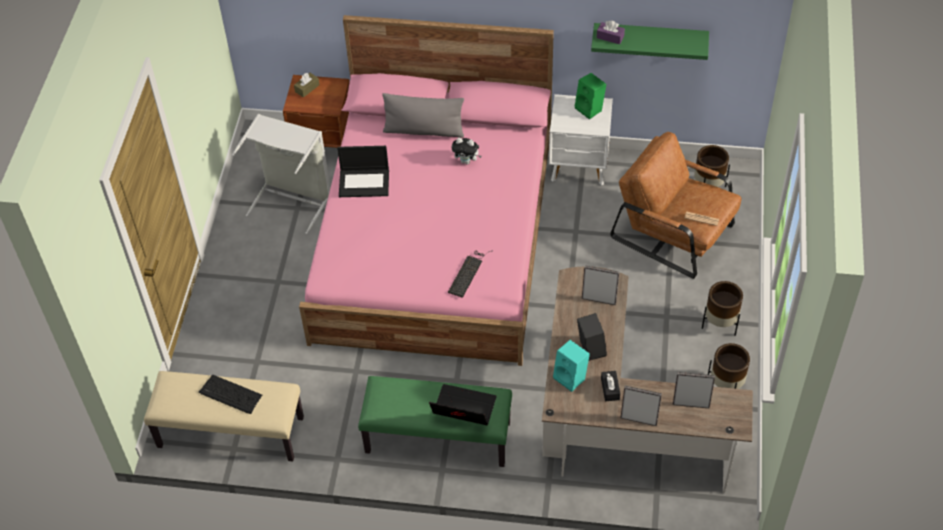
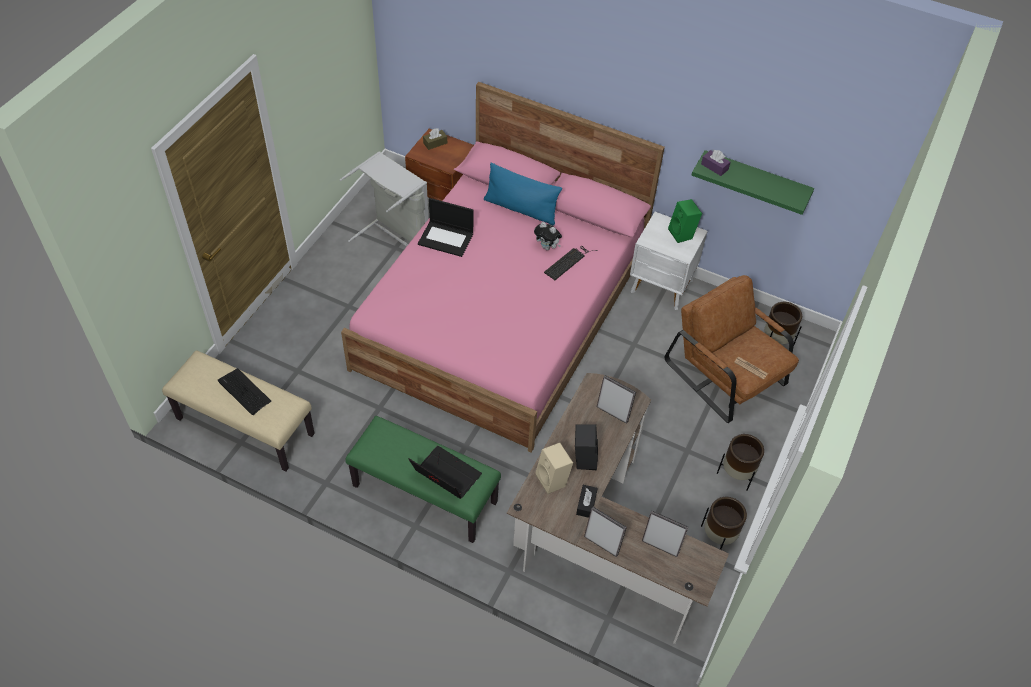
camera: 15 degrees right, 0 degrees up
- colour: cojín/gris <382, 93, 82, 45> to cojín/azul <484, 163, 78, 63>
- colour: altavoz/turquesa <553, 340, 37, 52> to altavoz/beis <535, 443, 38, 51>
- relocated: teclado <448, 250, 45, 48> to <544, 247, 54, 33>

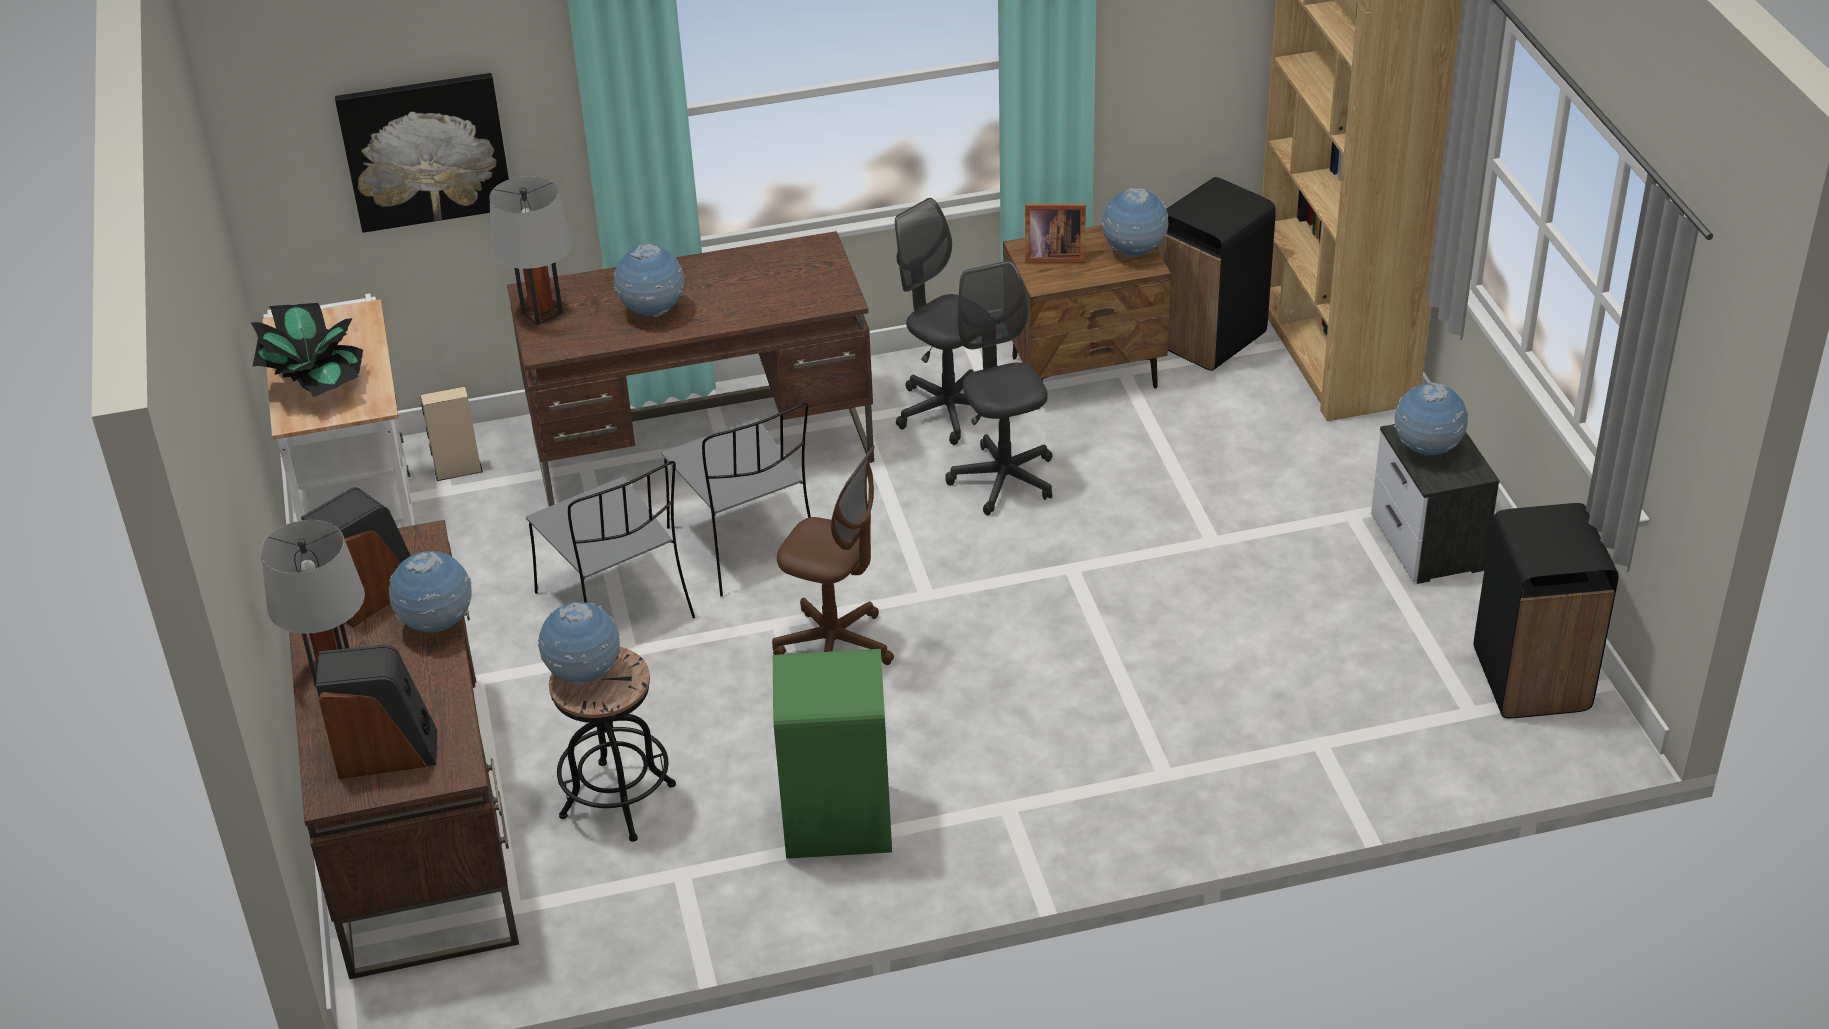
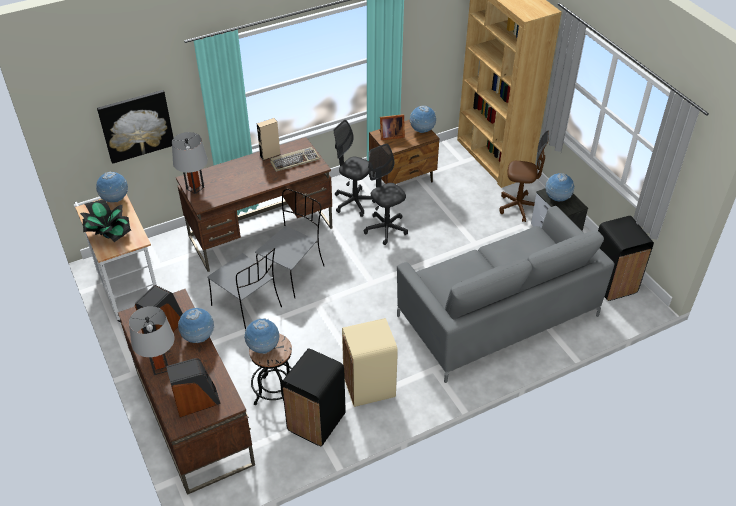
camera: 15 degrees left, 5 degrees up
- relocated: globo terráqueo <614, 244, 70, 73> to <96, 172, 32, 30>
- spun: silla/gris <661, 402, 150, 195> = <255, 189, 69, 109> 105 degrees counterclockwise
- relocated: altavoz/beis <420, 387, 63, 94> to <257, 118, 24, 42>
- appeared: teclado <270, 147, 50, 25>
- relocated: papelera/negro <1156, 177, 120, 194> to <282, 348, 64, 98>
- colour: papelera/verde <773, 649, 119, 210> to papelera/beis <342, 318, 56, 89>
- appeared: sofá/gris <397, 206, 218, 177>
- relocated: silla de oficina/marrón <772, 446, 122, 219> to <499, 130, 50, 92>

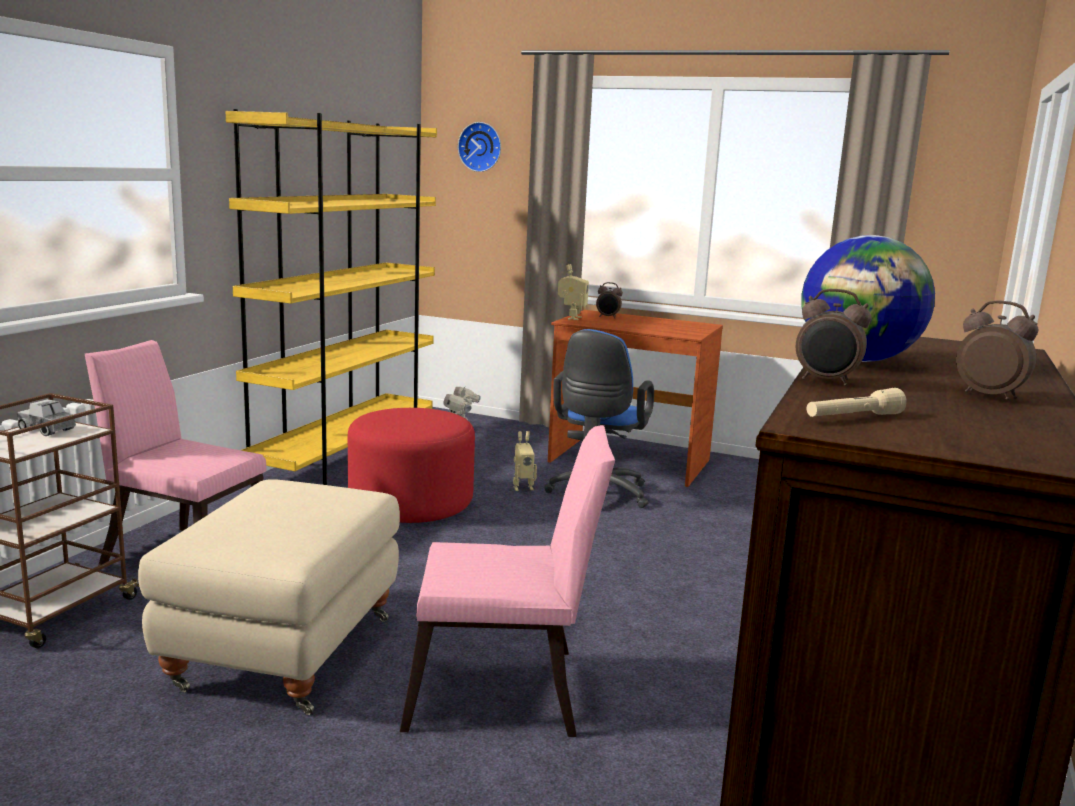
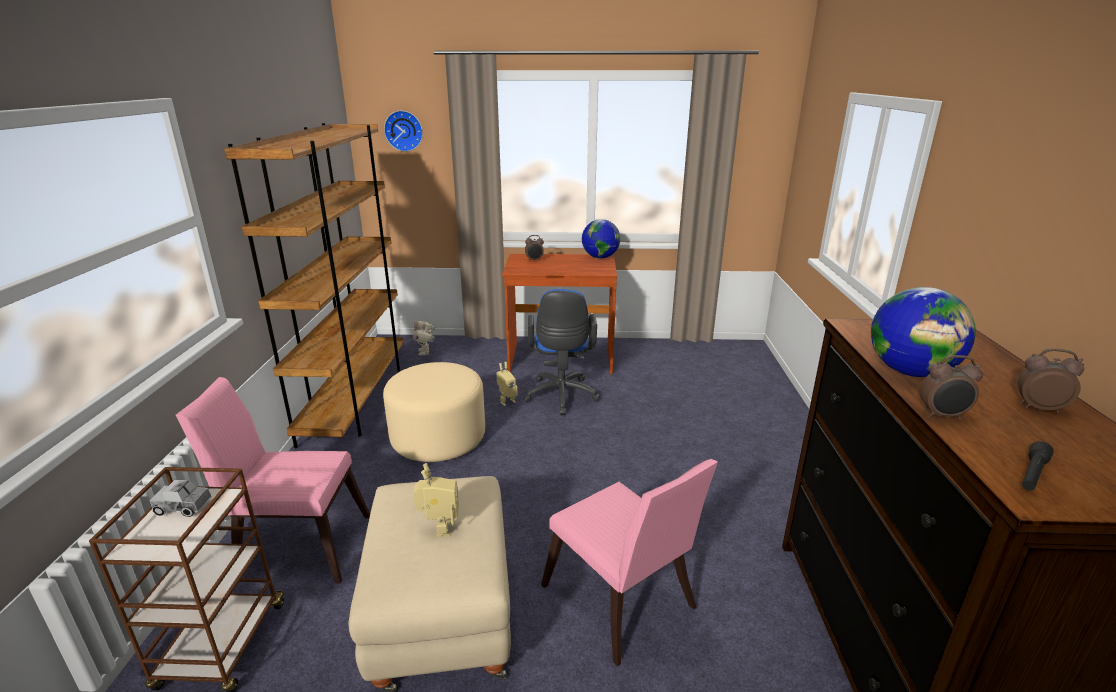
camera: 20 degrees left, 10 degrees up
- colour: estantería/amarillo <226, 109, 211, 376> to estantería/marrón <224, 123, 179, 325>
- colour: puf/rojo <348, 408, 127, 115> to puf/beis <383, 362, 102, 100>
- relocated: robot de juguete <558, 264, 31, 56> to <413, 463, 46, 75>
- spun: silla/rosa <400, 425, 215, 312> = <541, 459, 177, 207> 75 degrees clockwise
- appeared: globo terráqueo <582, 219, 38, 39>
- colour: linterna/beis <807, 388, 100, 29> to linterna/negro <1022, 441, 32, 50>

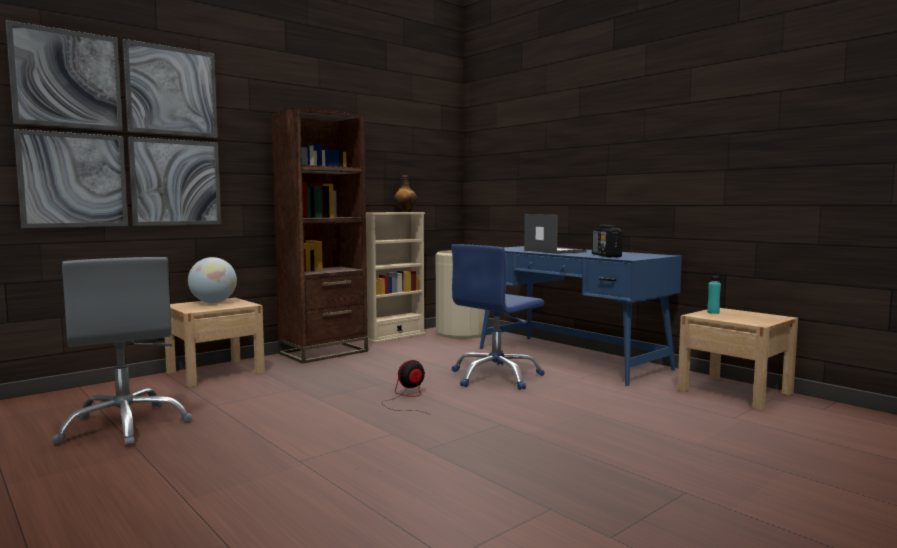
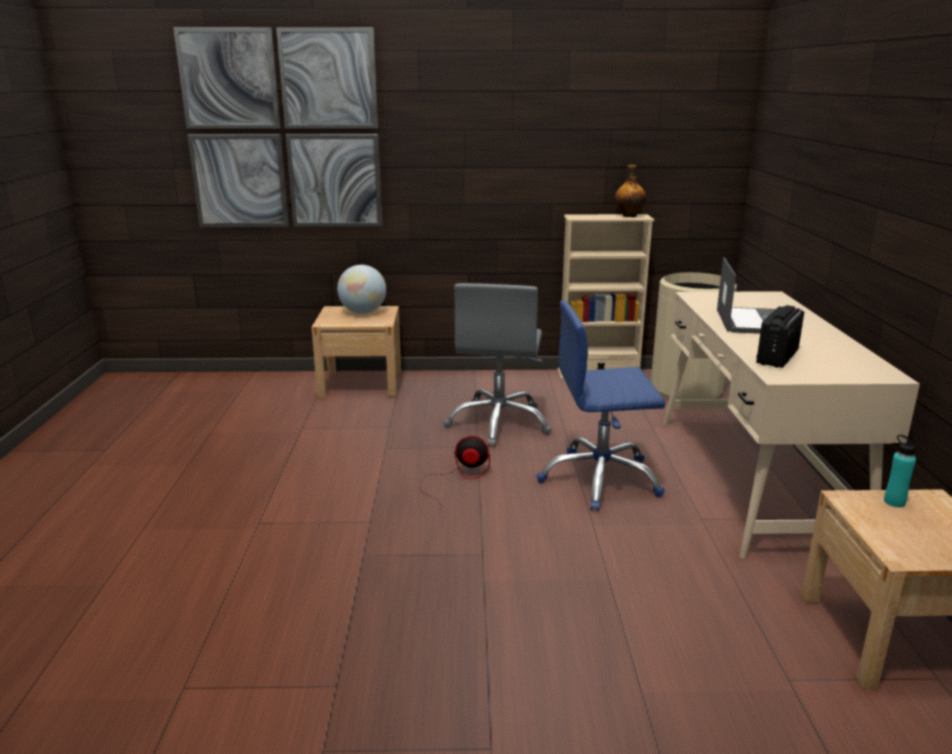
camera: 40 degrees right, 15 degrees up
- relocated: silla de oficina/gris <51, 257, 142, 190> to <443, 283, 109, 164>
- colour: escritorio/azul <480, 246, 202, 140> to escritorio/beis <663, 291, 257, 267>
- missing: estantería/marrón <271, 107, 97, 256>

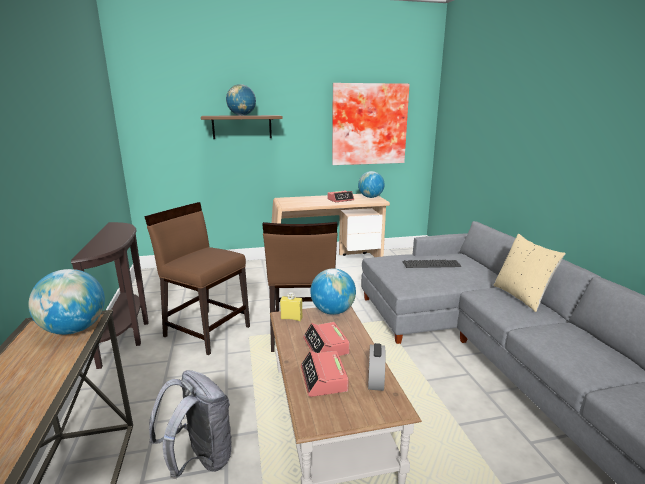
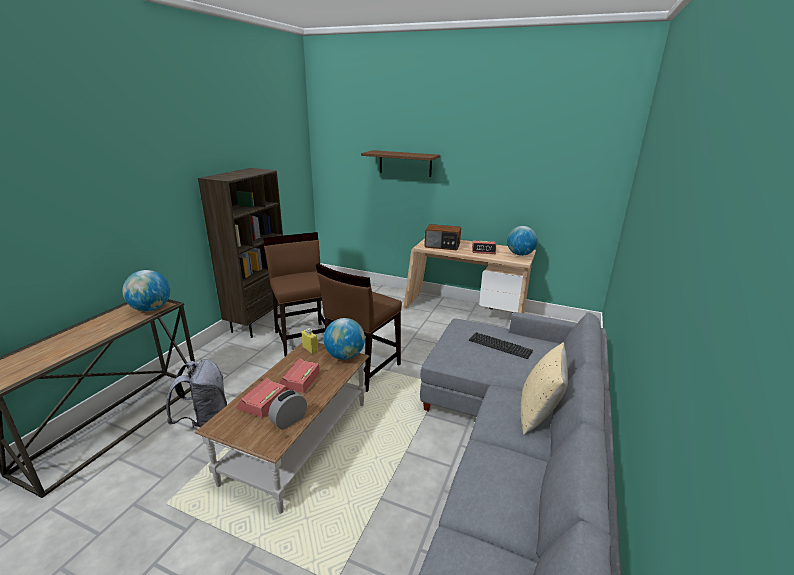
camera: 35 degrees right, 5 degrees up
- exchanged: mesa consola/marrón <71, 222, 78, 147> to estantería/marrón <198, 168, 85, 170>
- appeared: radio <424, 224, 37, 26>
- missing: globo terráqueo <226, 84, 30, 32>
- missing: cuadro <332, 83, 78, 82>

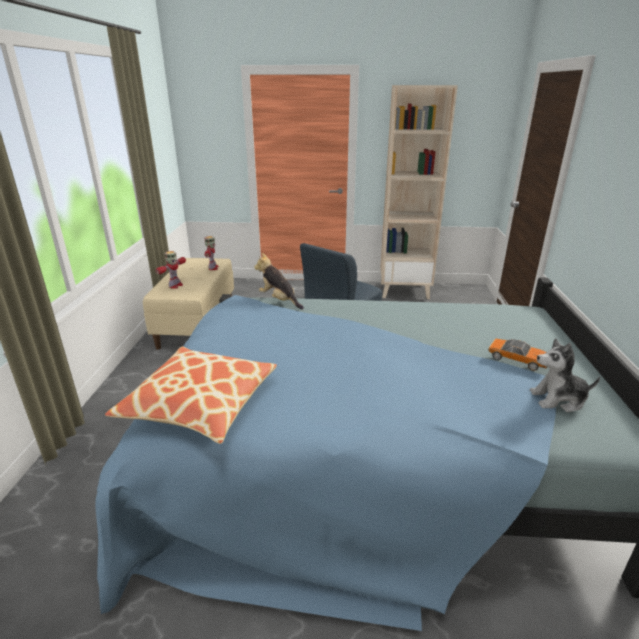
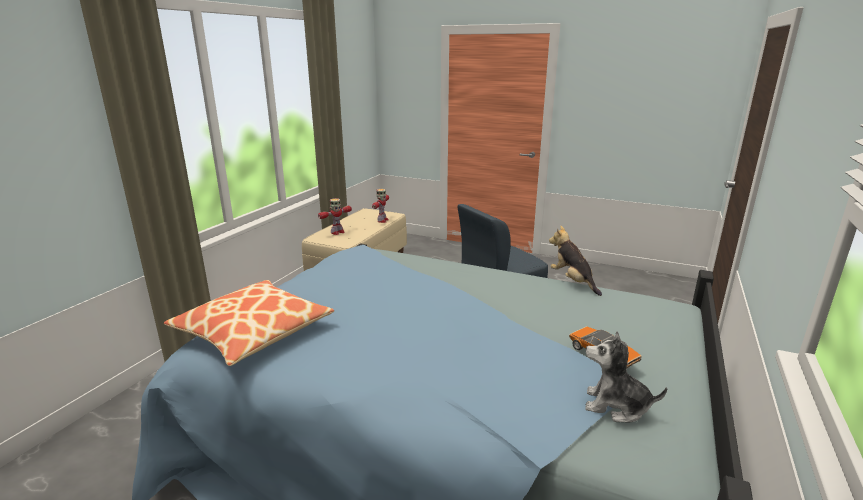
camera: 20 degrees right, 5 degrees down
- relocated: peluche <254, 253, 50, 56> to <549, 225, 53, 71>
- missing: estantería/beis <380, 85, 78, 214>

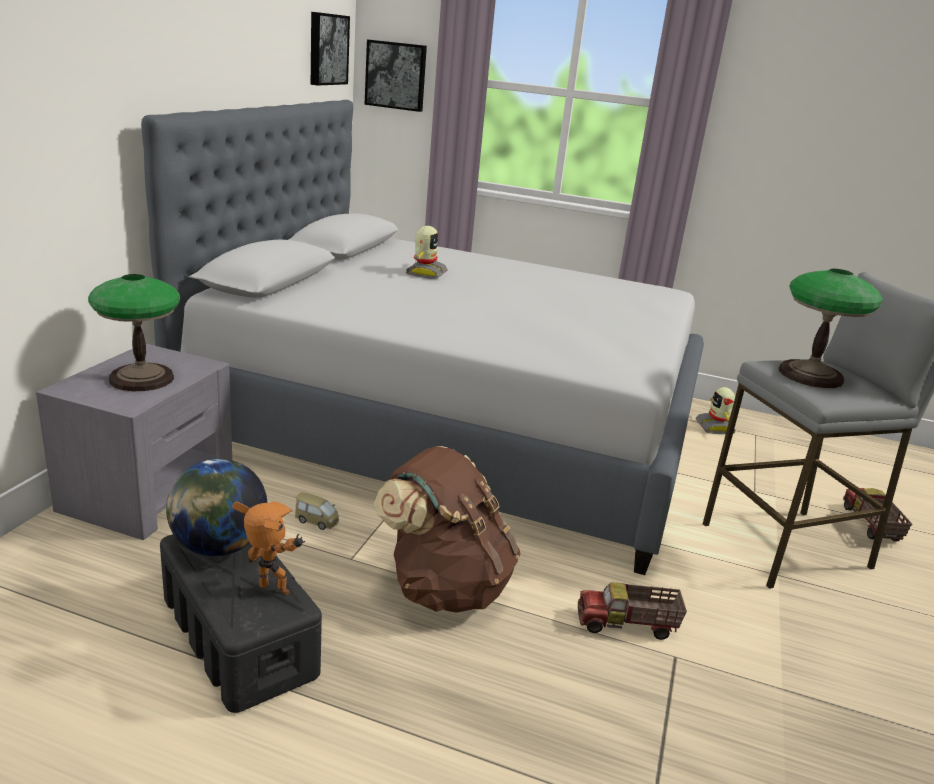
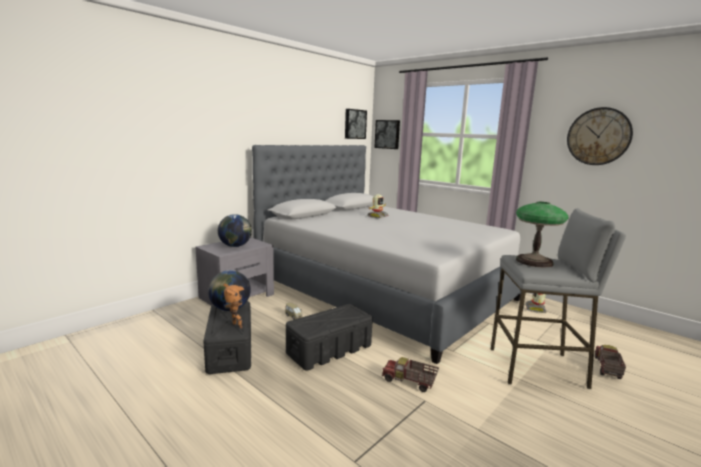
camera: 25 degrees right, 10 degrees down
- exchanged: lámpara de mesa <88, 274, 92, 117> to globo terráqueo <218, 214, 34, 33>
- exchanged: mochila/marrón <374, 446, 147, 167> to caja de almacenaje/negro <286, 304, 87, 67>
- appeared: reloj de pared <567, 107, 66, 58>

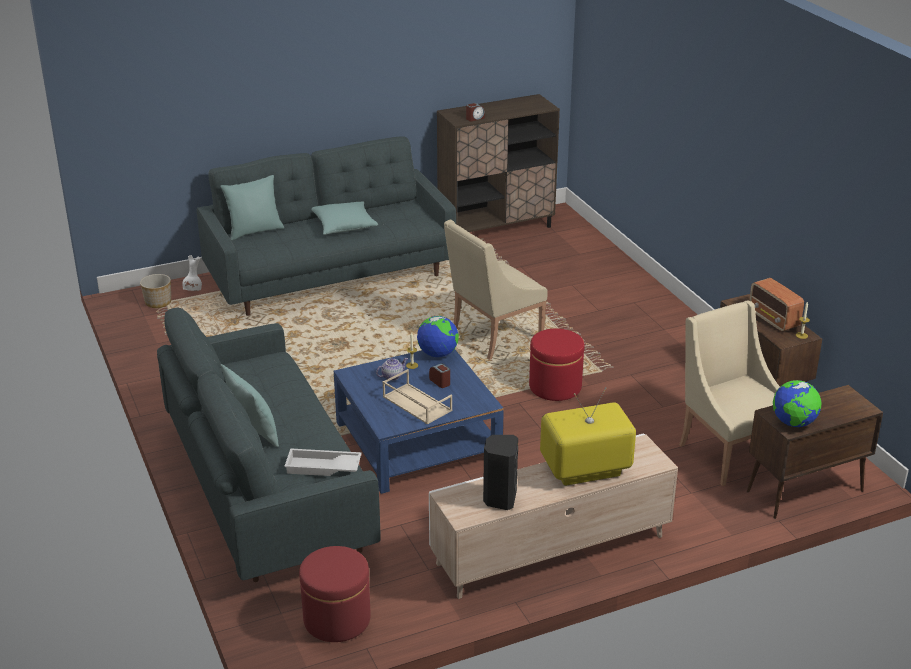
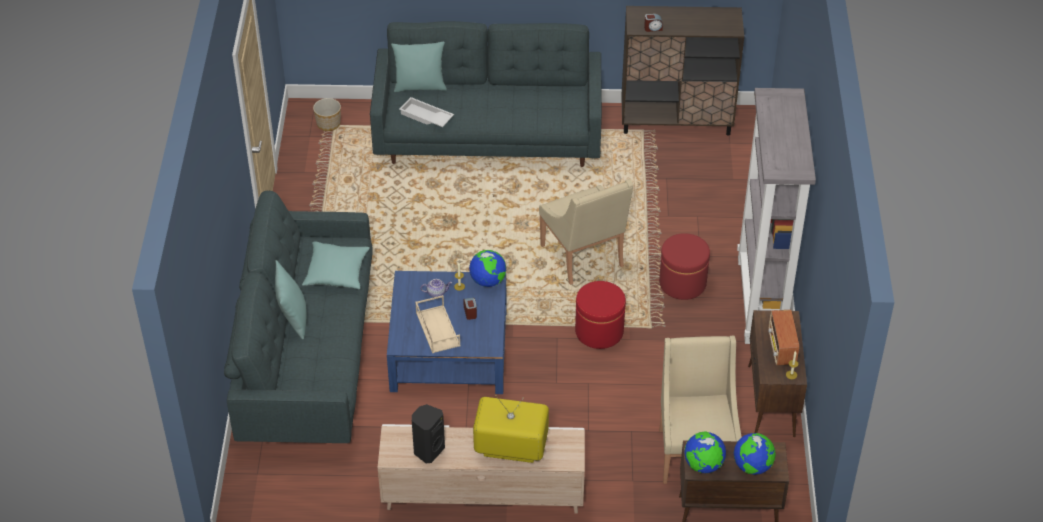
camera: 25 degrees right, 15 degrees up
- relocated: cojín/turquesa <311, 202, 67, 33> to <302, 241, 68, 48>
- relocated: bandeja/blanco <284, 448, 77, 28> to <399, 97, 55, 30>
- spun: sillón/beis <444, 220, 104, 140> = <539, 179, 94, 106> 105 degrees counterclockwise
- relocated: puf/rojo <299, 546, 72, 96> to <659, 233, 51, 67>
- appeared: globo terráqueo <734, 433, 42, 42>
- appeared: estantería/gris <737, 88, 79, 256>
- missing: florero/blanco <182, 255, 20, 36>

